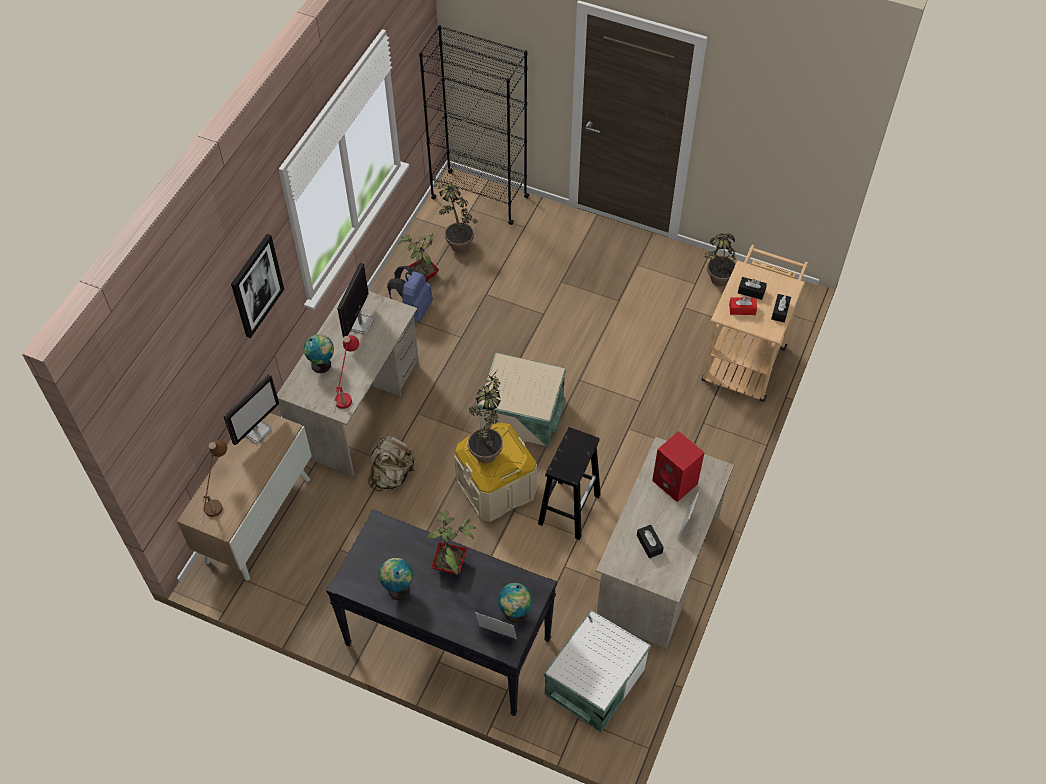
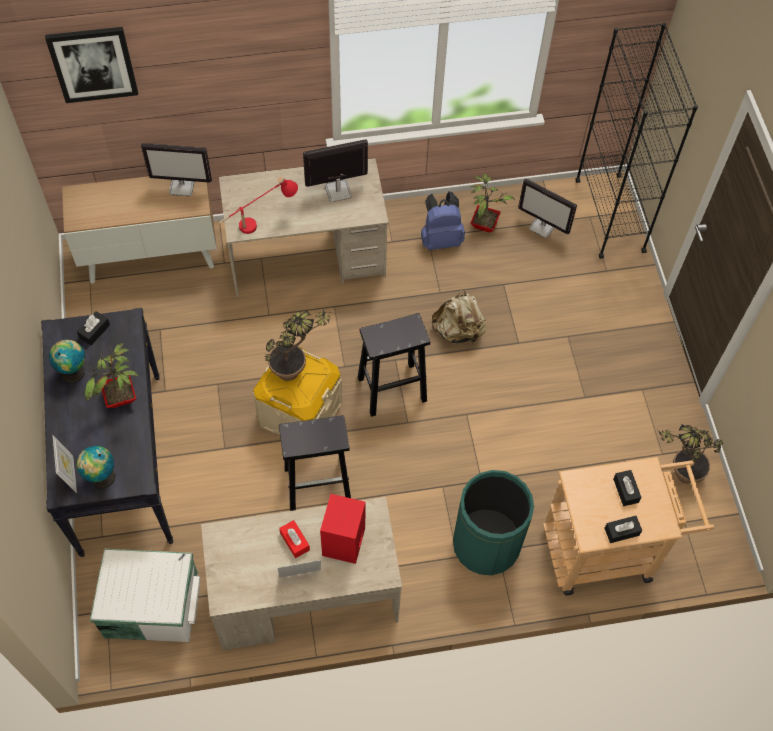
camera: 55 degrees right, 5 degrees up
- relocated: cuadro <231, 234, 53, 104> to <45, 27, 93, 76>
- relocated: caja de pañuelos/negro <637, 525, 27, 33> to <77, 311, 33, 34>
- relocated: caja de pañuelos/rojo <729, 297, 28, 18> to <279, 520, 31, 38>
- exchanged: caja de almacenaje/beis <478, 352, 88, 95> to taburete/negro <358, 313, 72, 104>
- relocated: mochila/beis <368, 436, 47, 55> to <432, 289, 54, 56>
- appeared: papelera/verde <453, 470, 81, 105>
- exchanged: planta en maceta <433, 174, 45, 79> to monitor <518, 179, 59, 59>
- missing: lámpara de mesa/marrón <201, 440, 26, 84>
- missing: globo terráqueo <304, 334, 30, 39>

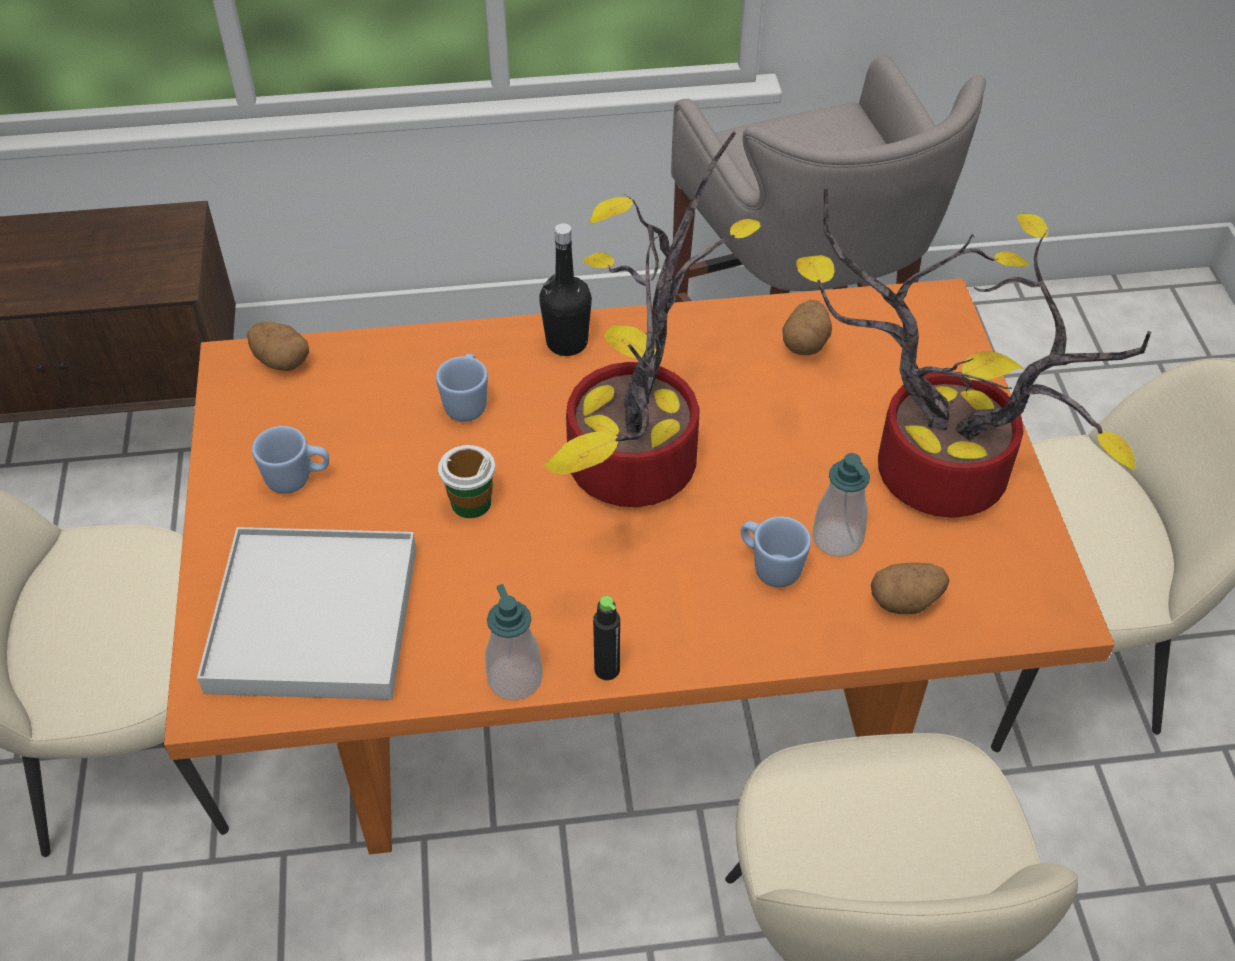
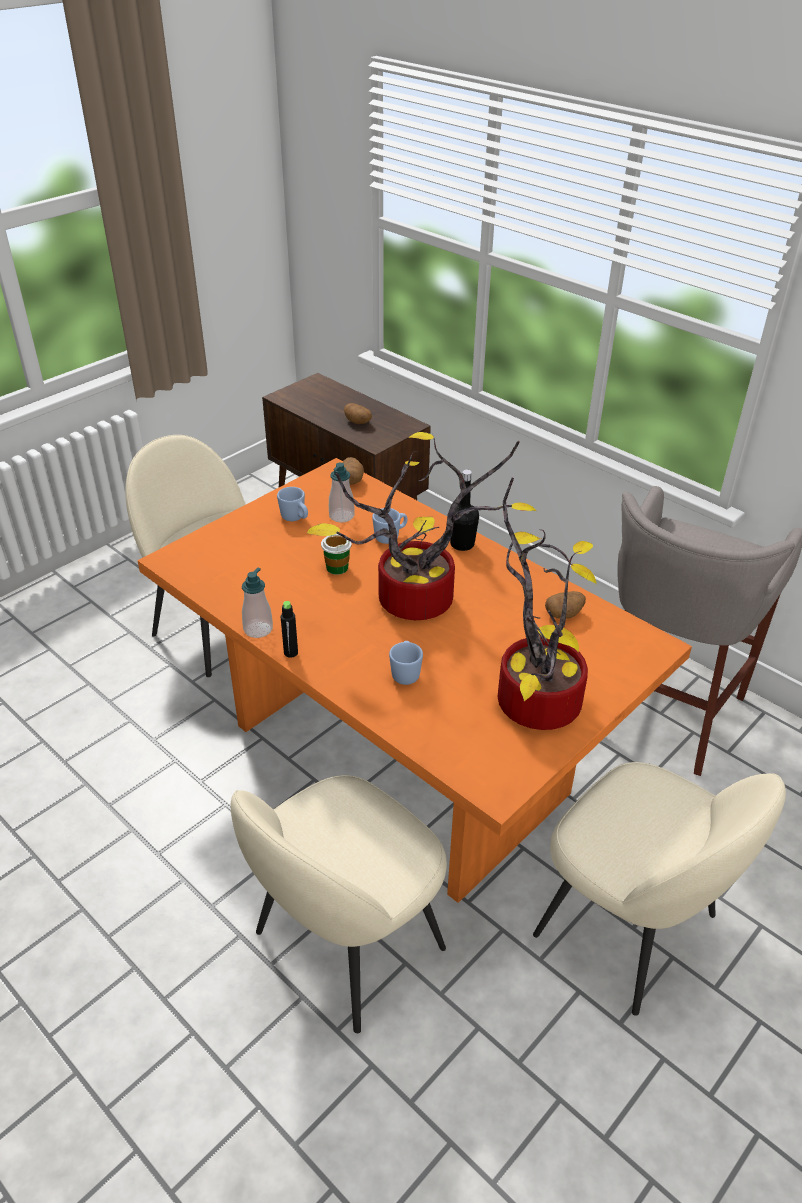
camera: 50 degrees right, 10 degrees down
- relocated: dispensador de jabón <812, 453, 58, 104> to <329, 463, 26, 60>
- relocated: patata <871, 563, 78, 51> to <344, 403, 28, 21>
- missing: bandeja/blanco <197, 527, 219, 173>

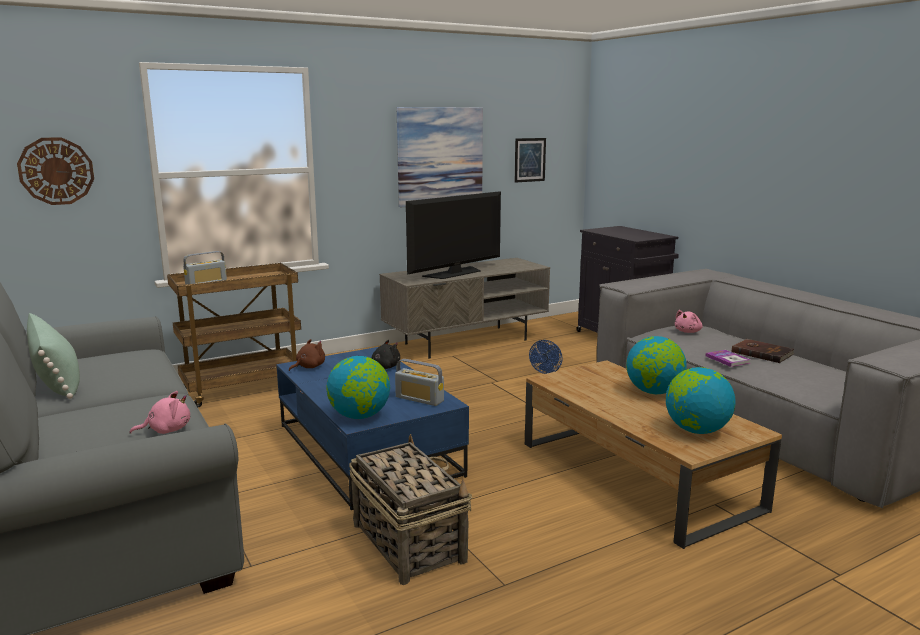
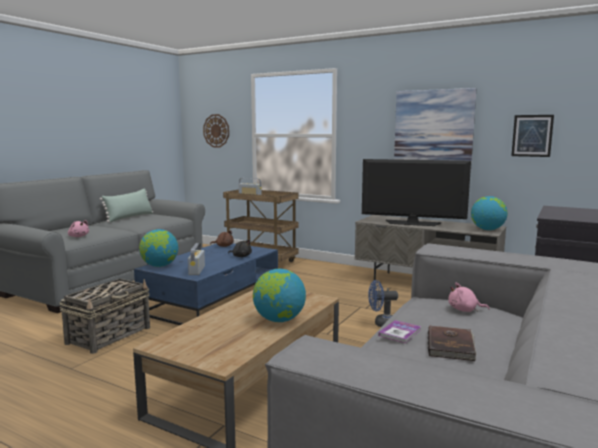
camera: 60 degrees right, 5 degrees down
- relocated: globo terráqueo <666, 367, 70, 67> to <471, 196, 37, 34>

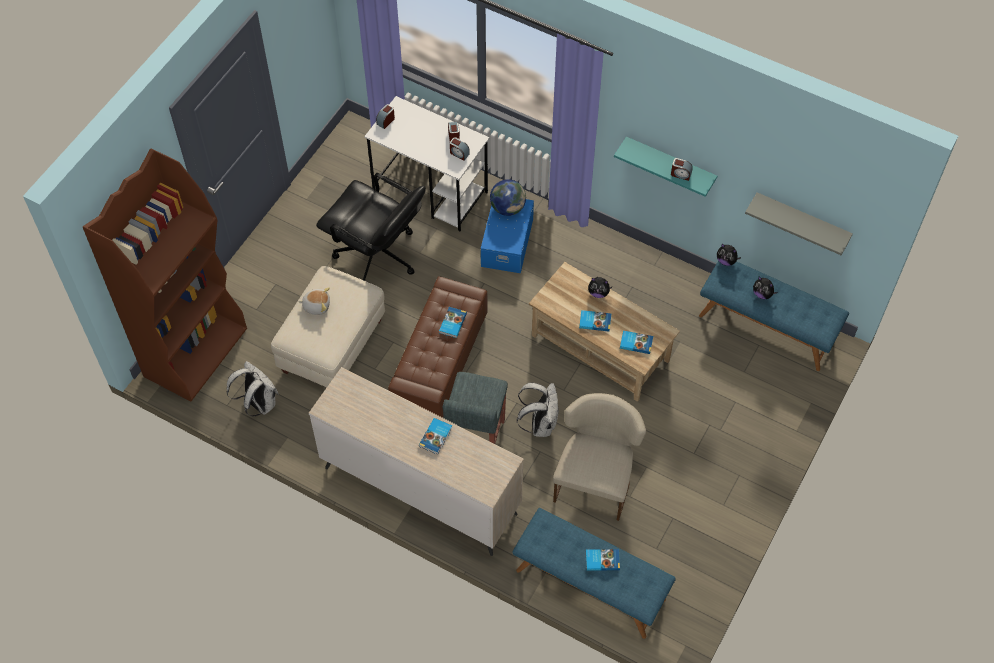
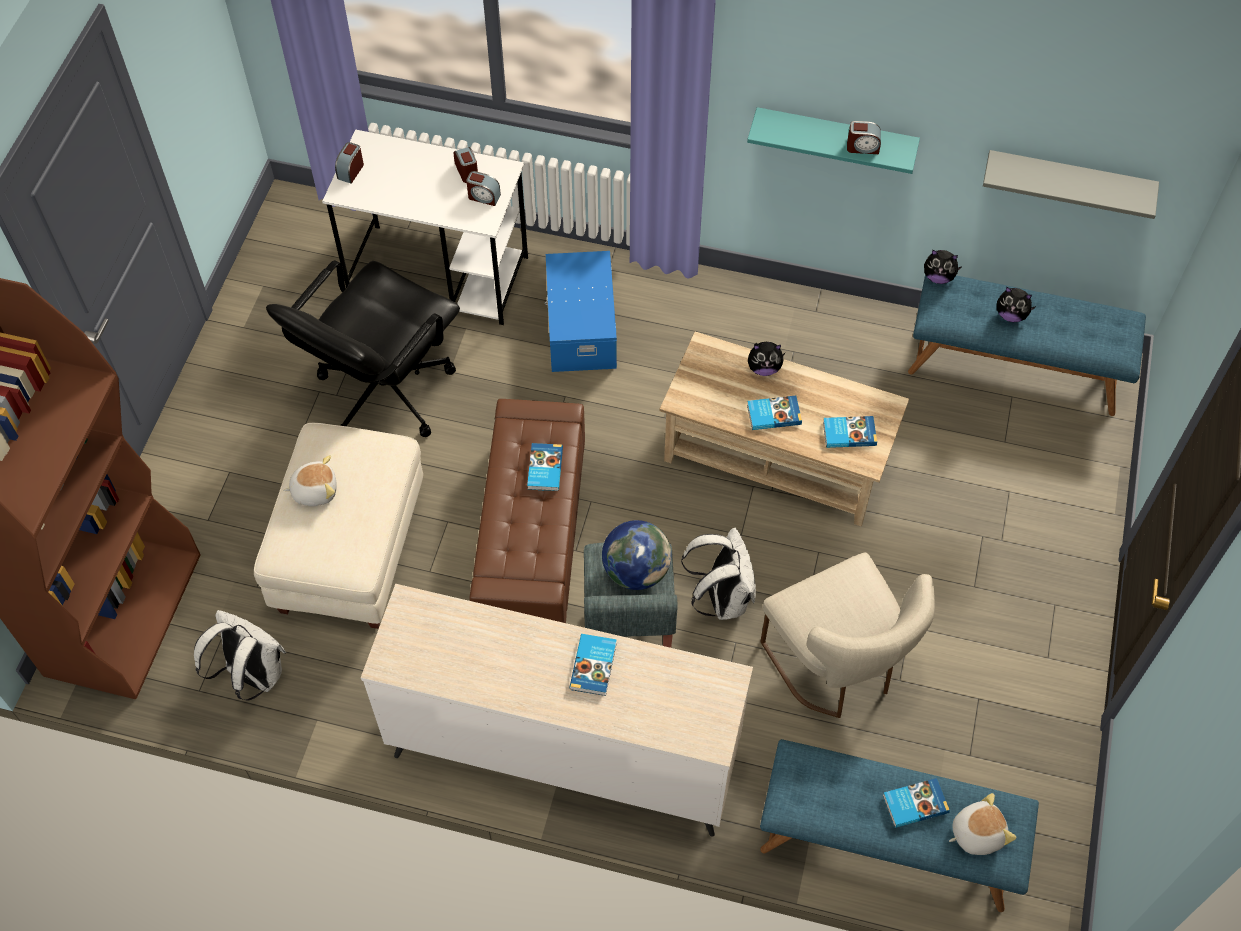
camera: 15 degrees left, 0 degrees up
- spun: silla de oficina/negro <316, 173, 110, 108> = <266, 260, 194, 177> 105 degrees clockwise
- relocated: globo terráqueo <490, 179, 36, 37> to <602, 520, 69, 70>
- spun: silla/beis <553, 393, 93, 128> = <760, 553, 175, 165> 150 degrees clockwise
- appeared: peluche <949, 793, 67, 62>

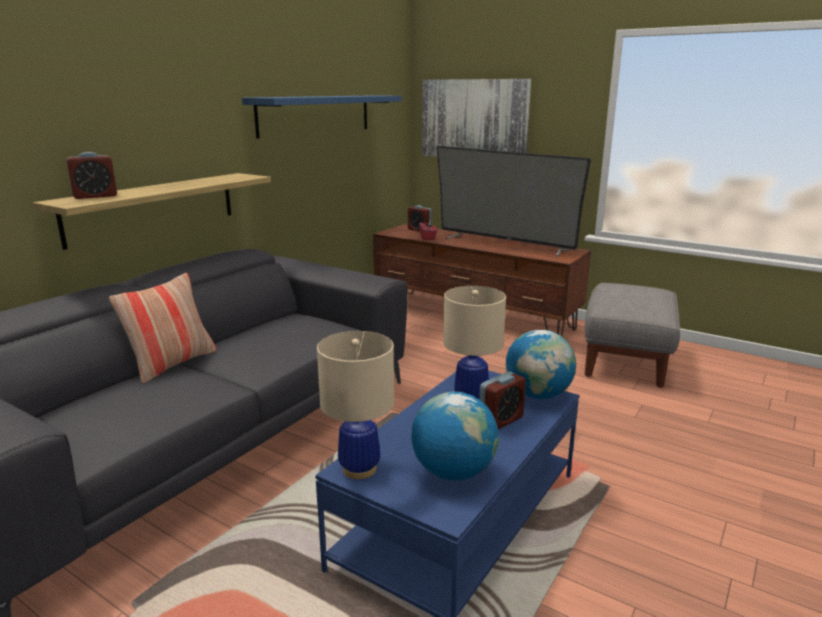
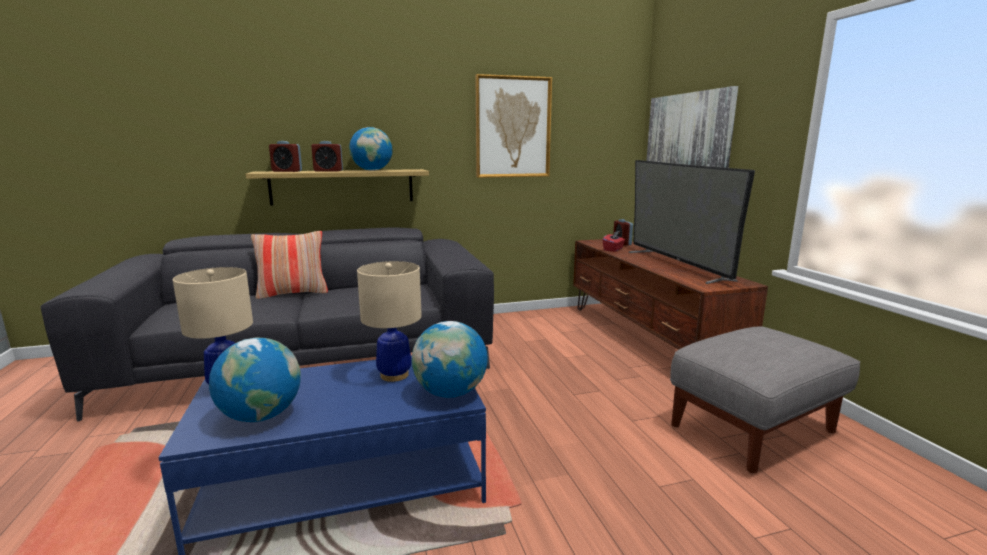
camera: 40 degrees right, 5 degrees down
- relocated: despertador <479, 372, 47, 58> to <311, 141, 32, 30>
- appeared: globo terráqueo <349, 127, 44, 44>
- exchanged: estante/azul <242, 95, 160, 44> to cuadro <476, 74, 76, 104>

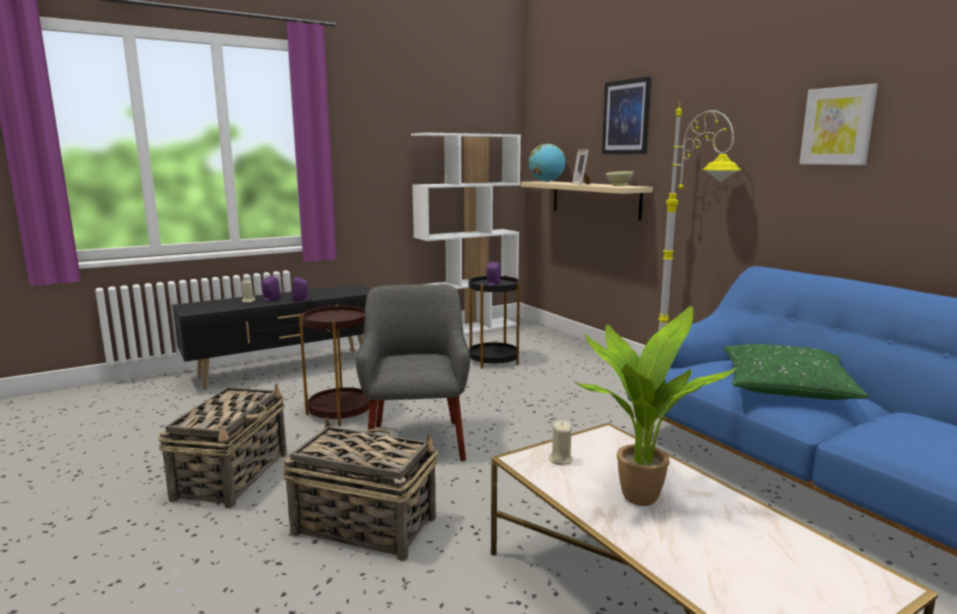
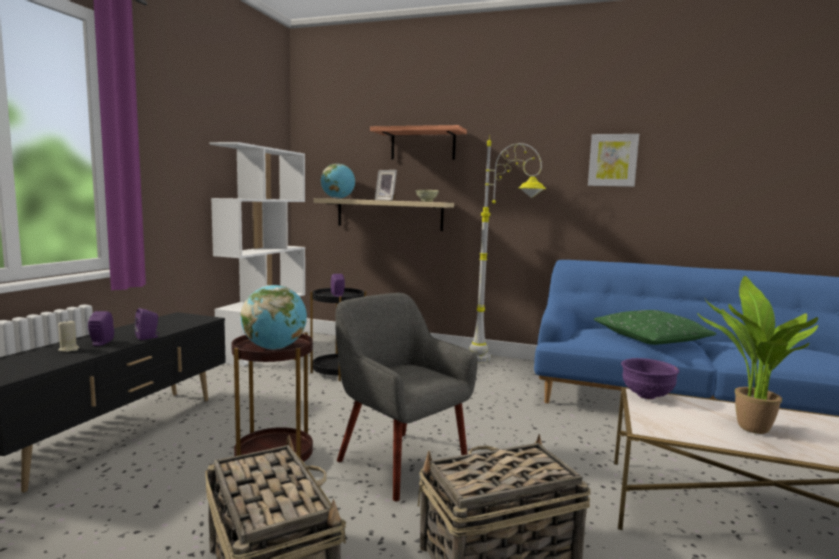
camera: 40 degrees left, 5 degrees down
- appeared: globo terráqueo <241, 285, 66, 65>
- exchanged: cuadro <602, 76, 50, 78> to estante <370, 125, 97, 35>
- appeared: cuenco/morado <621, 358, 58, 41>
- missing: vela/beis <549, 421, 23, 44>

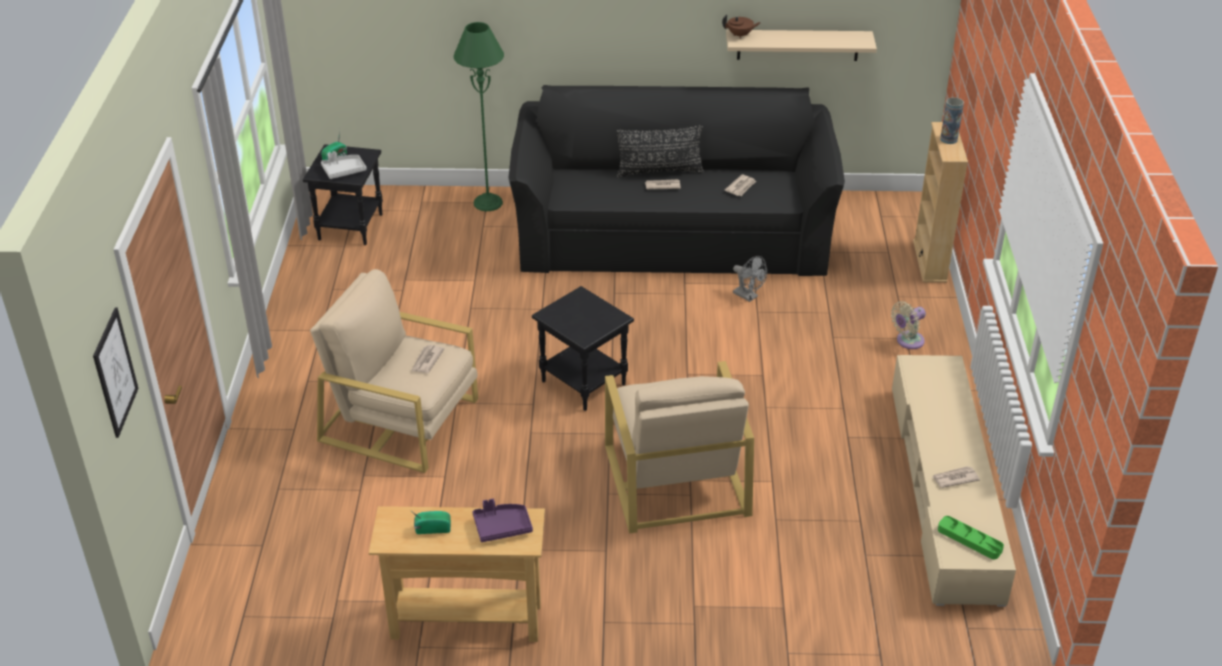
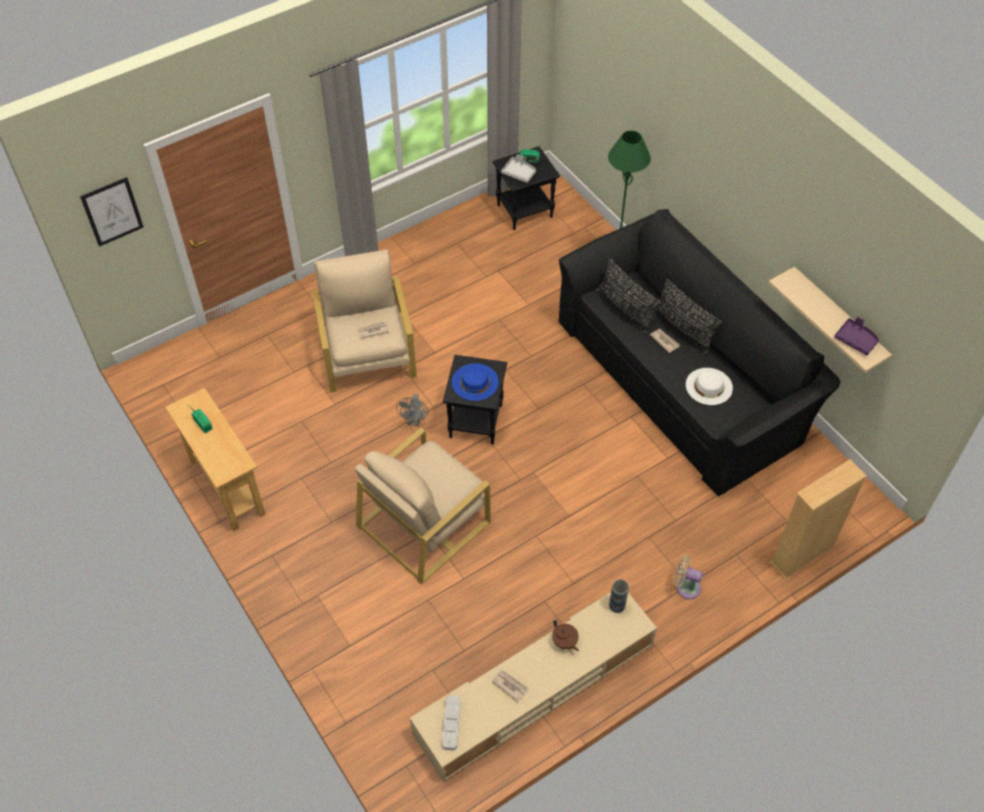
camera: 55 degrees right, 15 degrees up
- relocated: ventilador/gris <733, 256, 34, 46> to <396, 394, 32, 32>
- colour: bandeja/verde <938, 516, 66, 43> to bandeja/gris <442, 695, 19, 55>
- appeared: sombrero/azul <452, 363, 47, 38>
- relocated: tetera/marrón <722, 15, 39, 24> to <552, 620, 27, 31>
- appeared: cojín/negro <596, 259, 65, 75>
- relocated: florero <940, 97, 24, 47> to <609, 579, 20, 34>
- exchanged: periódico <725, 175, 31, 21> to sombrero/blanco <686, 368, 47, 37>
- relocated: bandeja/morado <473, 499, 60, 43> to <834, 317, 45, 38>

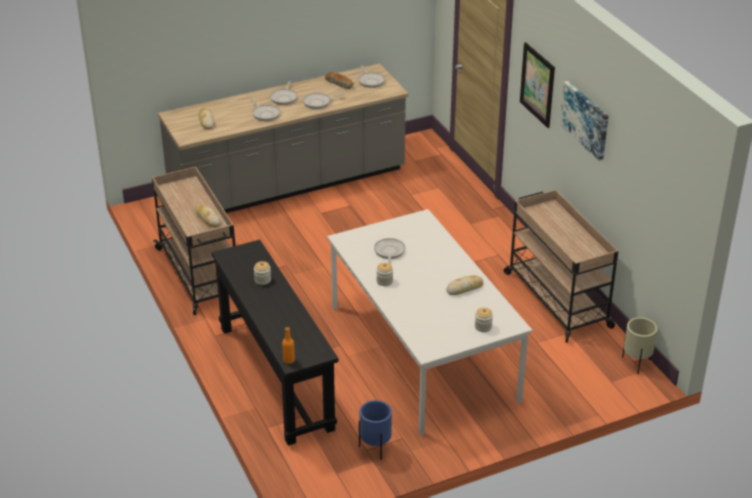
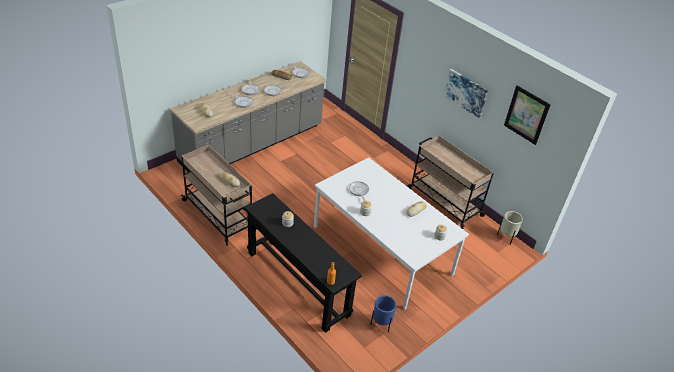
camera: 20 degrees left, 5 degrees up
- relocated: cuadro <520, 42, 35, 86> to <504, 85, 47, 60>

